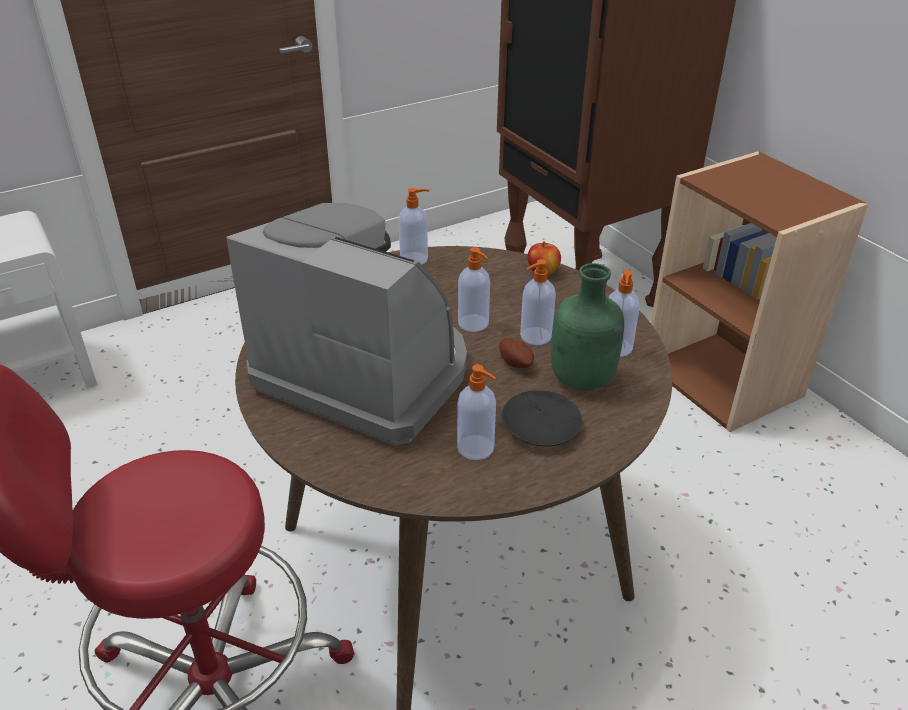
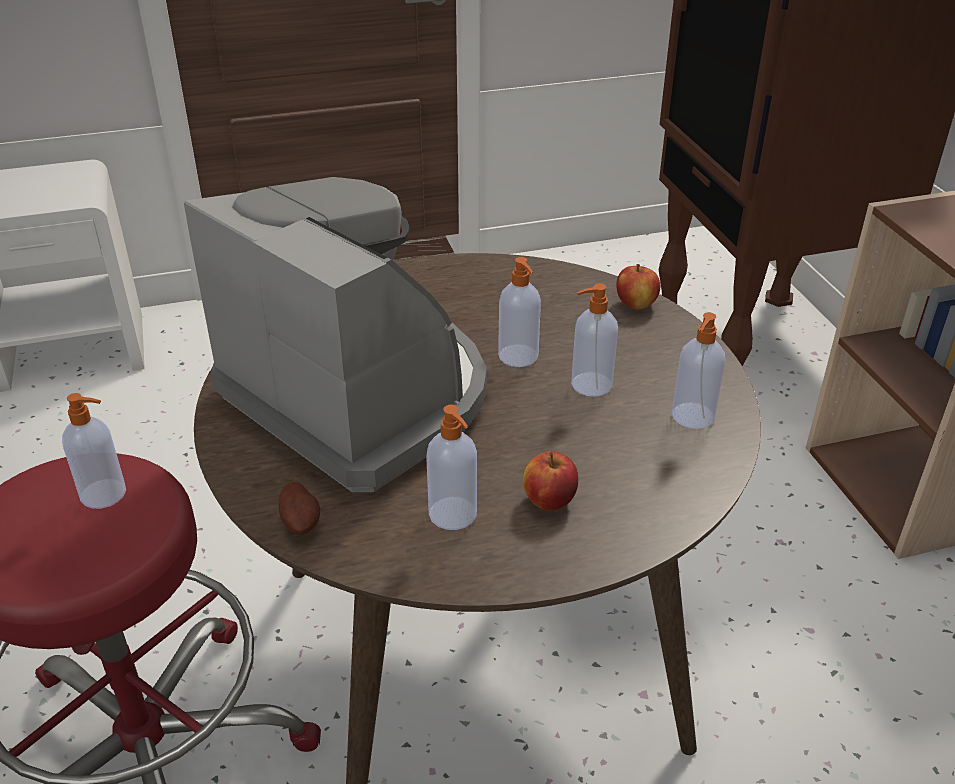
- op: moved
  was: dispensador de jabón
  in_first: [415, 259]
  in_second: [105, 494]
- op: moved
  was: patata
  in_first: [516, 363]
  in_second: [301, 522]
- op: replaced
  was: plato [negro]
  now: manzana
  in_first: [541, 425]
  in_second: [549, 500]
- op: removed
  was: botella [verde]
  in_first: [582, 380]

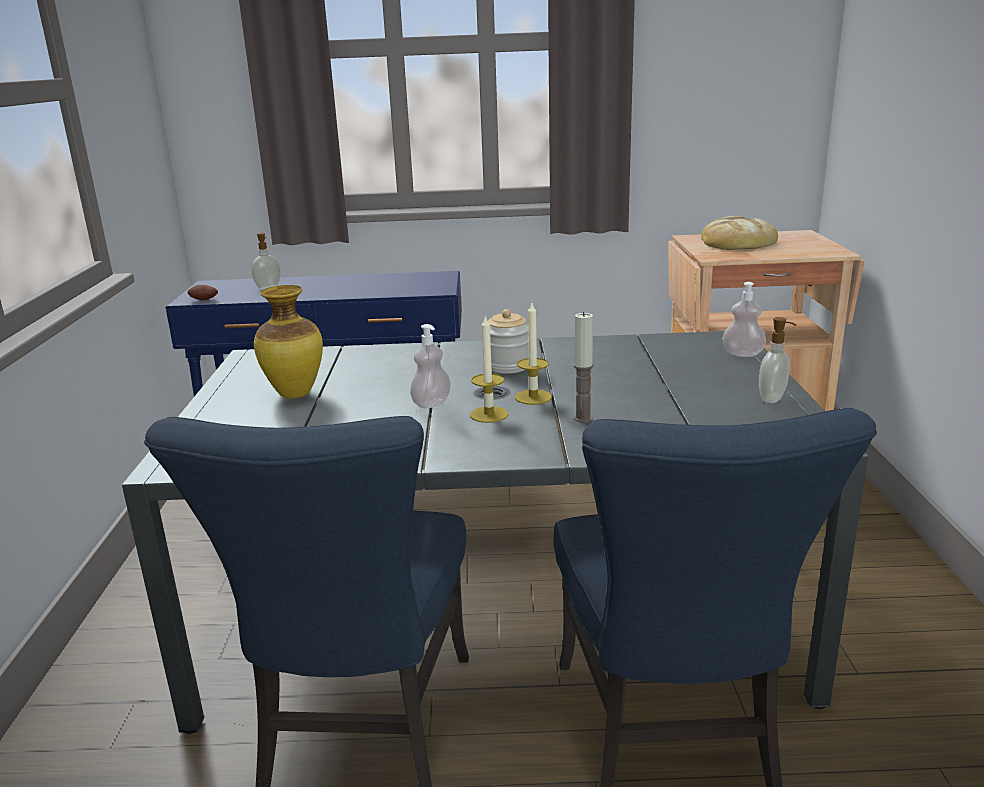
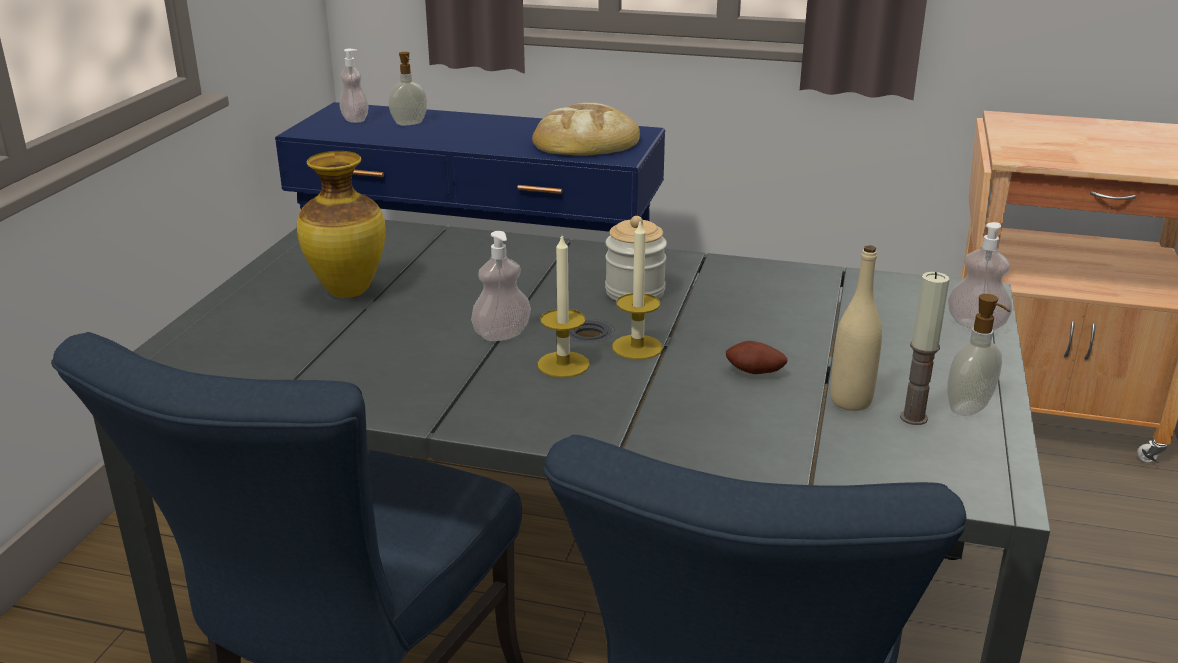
- op: moved
  was: patata
  in_first: [203, 300]
  in_second: [754, 373]
- op: moved
  was: vela
  in_first: [583, 418]
  in_second: [913, 418]
- op: moved
  was: pan
  in_first: [737, 241]
  in_second: [586, 140]
- op: added
  now: dispensador de jabón
  in_second: [355, 120]
- op: added
  now: botella [beis]
  in_second: [850, 401]

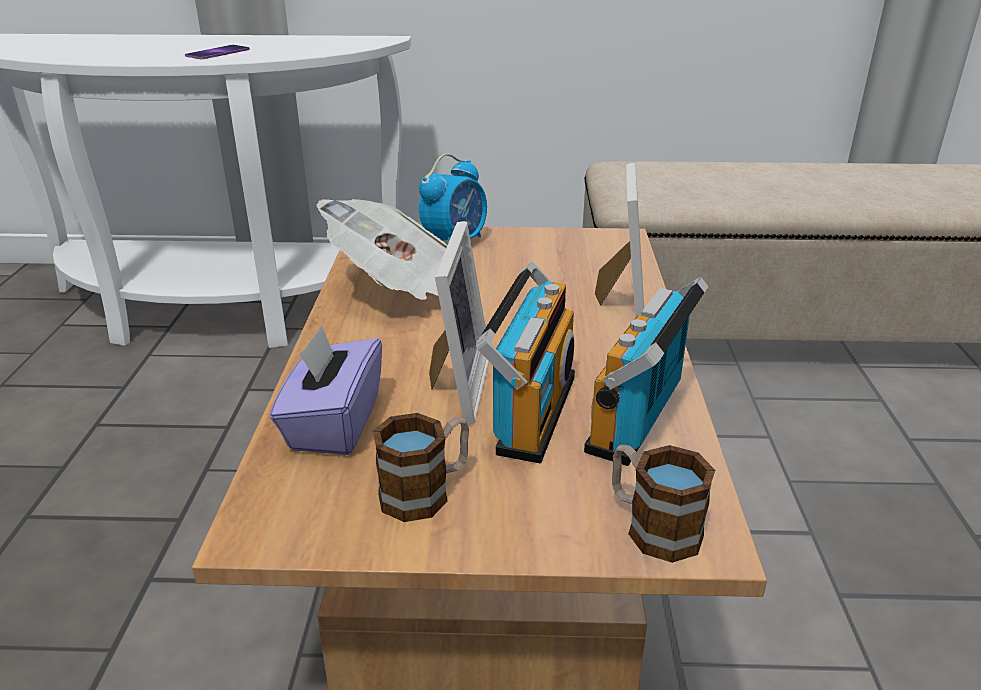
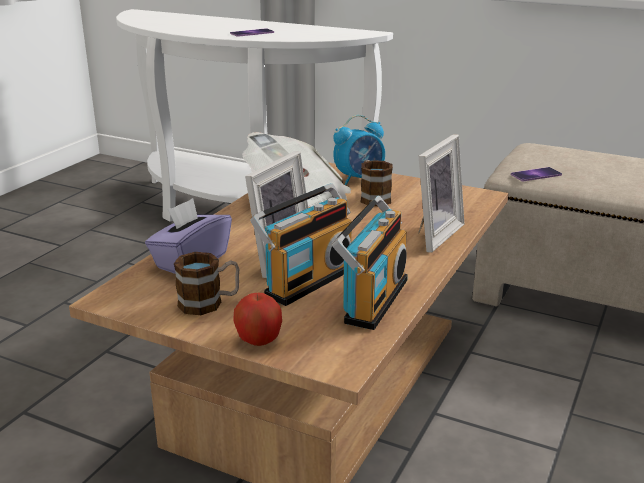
- op: turned
  was: radio
  in_first: [640, 420]
  in_second: [371, 300]
  clockwise: 150
- op: moved
  was: taza grande
  in_first: [652, 526]
  in_second: [373, 197]
- op: added
  now: manzana
  in_second: [259, 340]
- op: added
  now: móvil
  in_second: [536, 174]

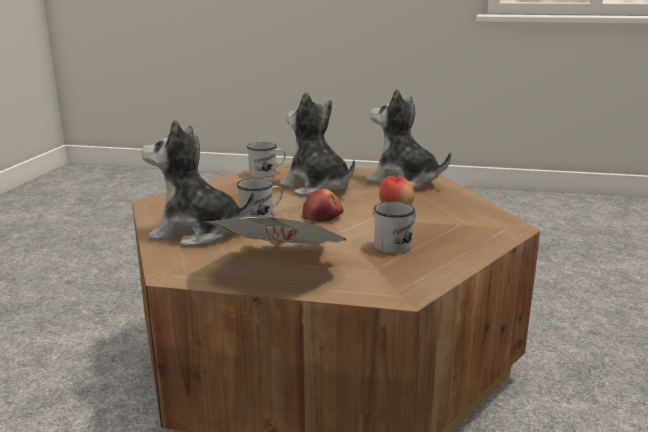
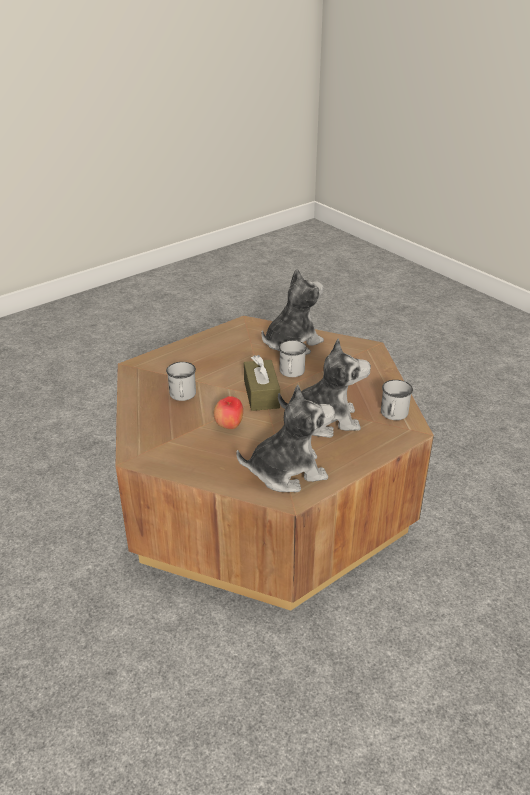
- op: removed
  was: periódico
  in_first: [281, 267]
- op: replaced
  was: manzana
  now: caja de pañuelos [marrón]
  in_first: [323, 216]
  in_second: [261, 394]

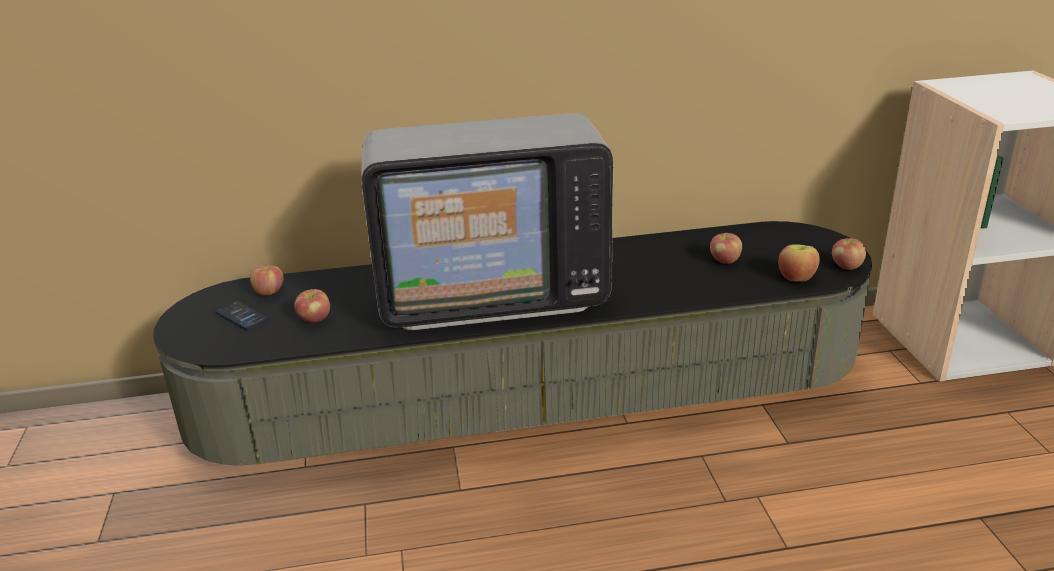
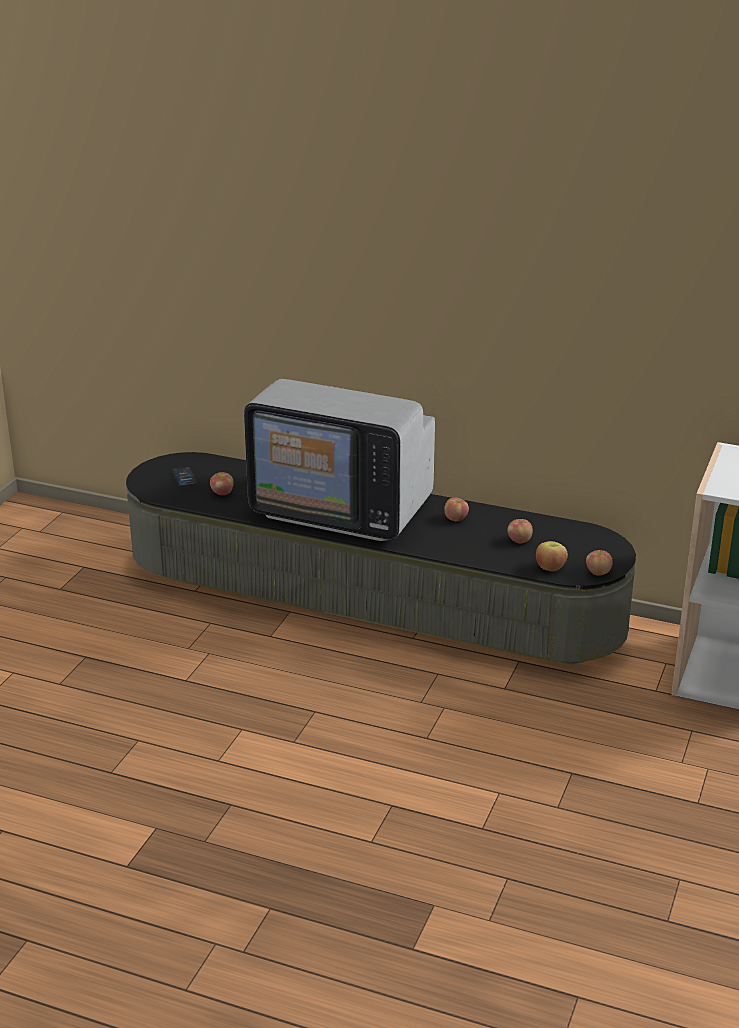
- op: moved
  was: manzana
  in_first: [269, 292]
  in_second: [455, 519]

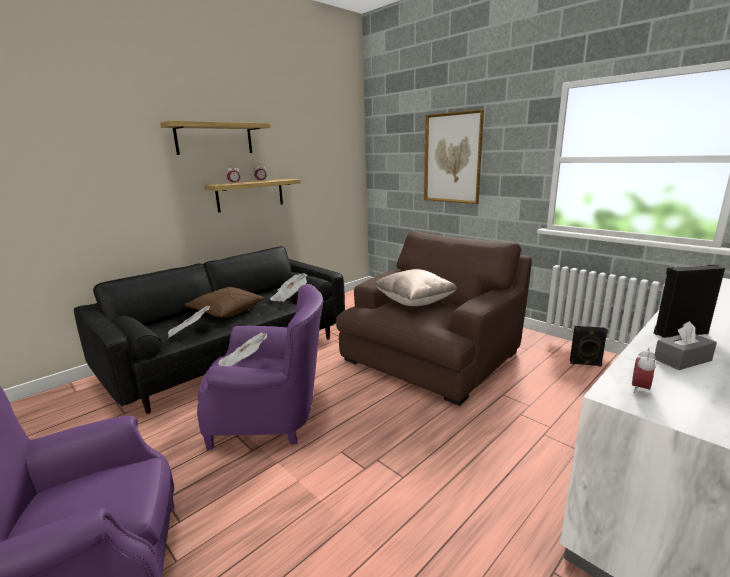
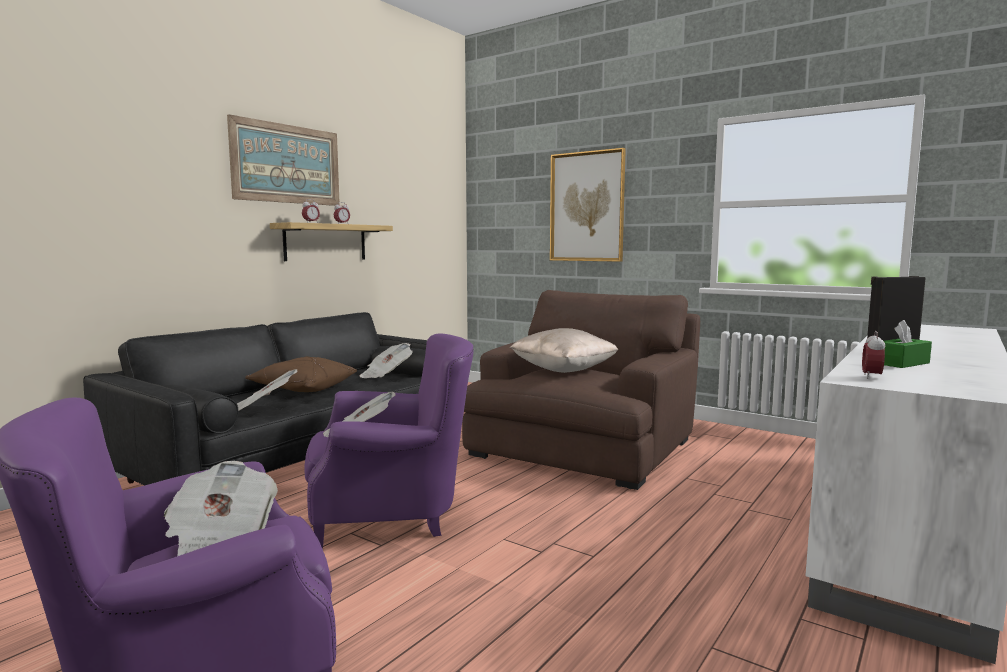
- op: replaced
  was: estante
  now: cuadro
  in_first: [214, 139]
  in_second: [287, 164]
- op: removed
  was: altavoz [negro]
  in_first: [585, 364]
- op: recoloured
  was: caja de pañuelos [gris]
  now: caja de pañuelos [verde]
  in_first: [682, 360]
  in_second: [901, 363]
- op: added
  now: periódico
  in_second: [220, 540]

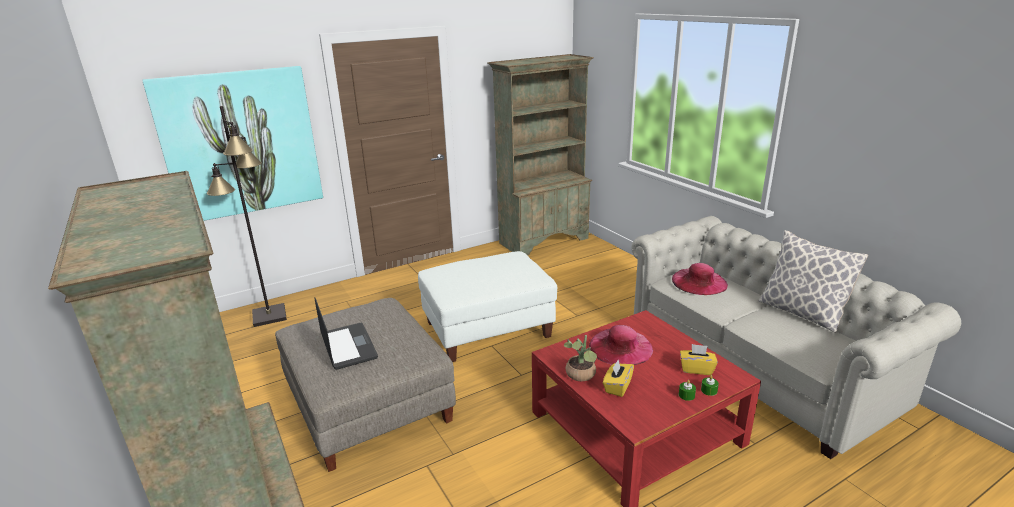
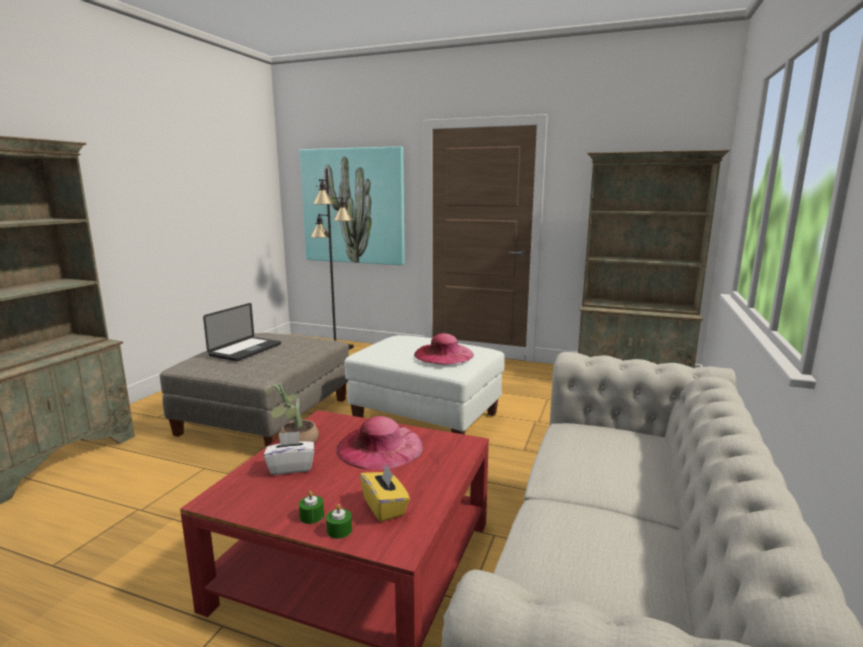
- op: recoloured
  was: caja de pañuelos [amarillo]
  now: caja de pañuelos [blanco]
  in_first: [617, 387]
  in_second: [291, 467]
- op: moved
  was: sombrero [rosa]
  in_first: [699, 282]
  in_second: [443, 354]
- op: removed
  was: cojín
  in_first: [801, 313]

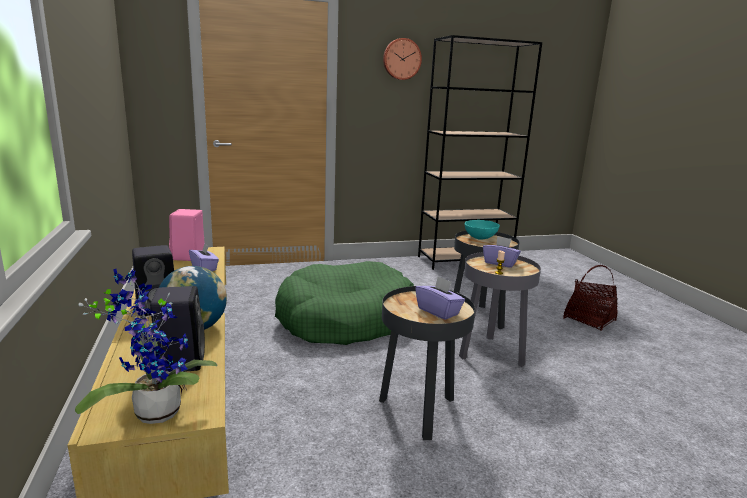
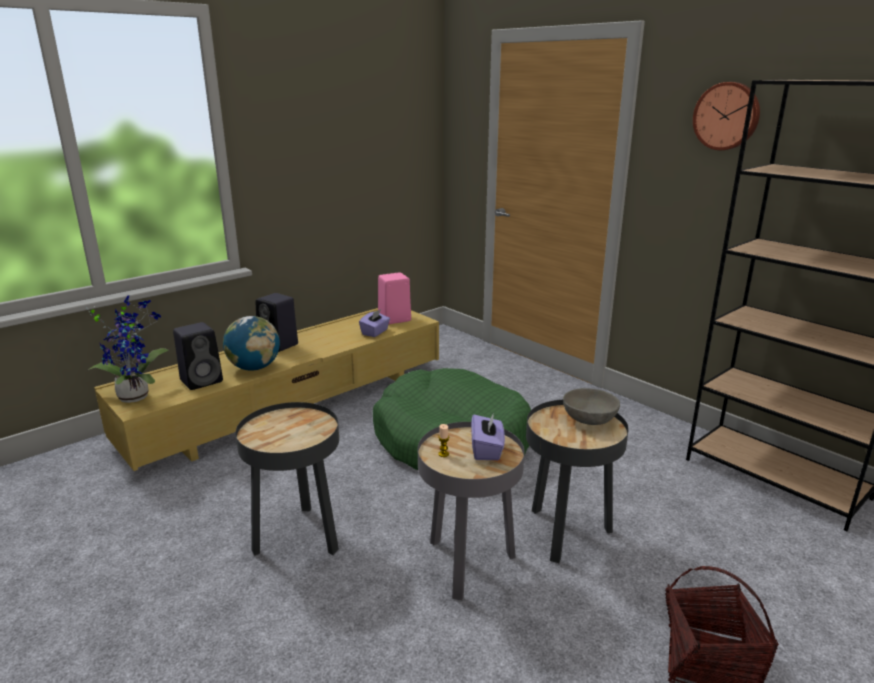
- op: removed
  was: caja de pañuelos [morado]
  in_first: [438, 311]
- op: recoloured
  was: cuenco [turquesa]
  now: cuenco [gris]
  in_first: [480, 238]
  in_second: [589, 420]

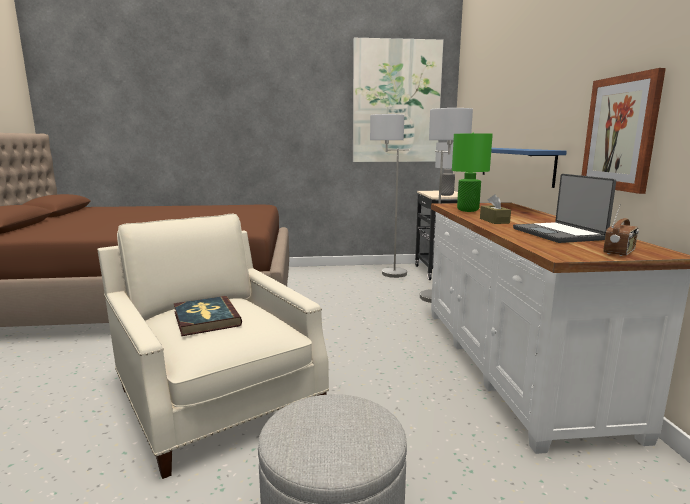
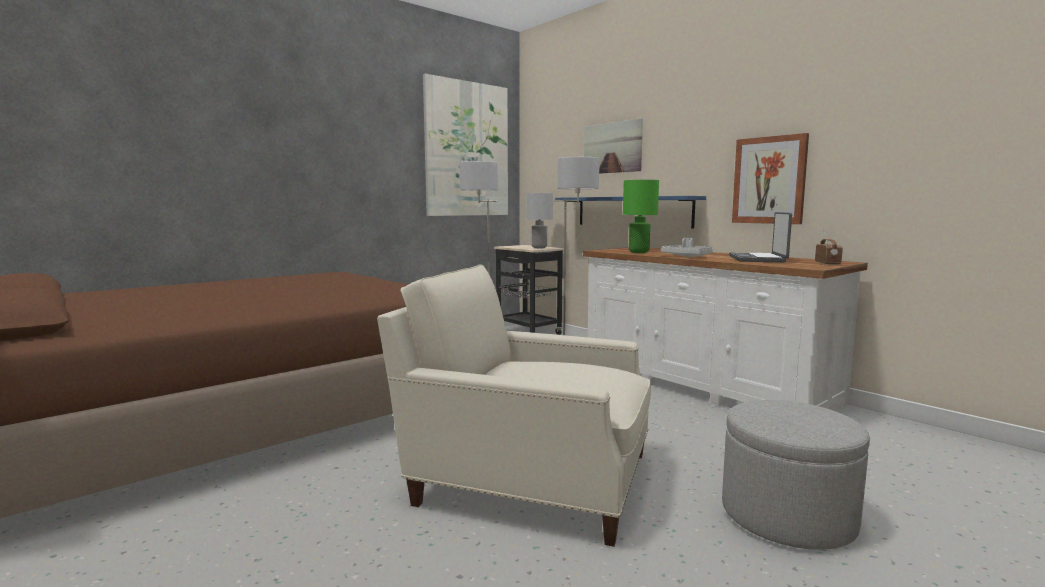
- op: removed
  was: libro
  in_first: [206, 319]
- op: replaced
  was: caja de pañuelos [marrón]
  now: bandeja [gris]
  in_first: [494, 221]
  in_second: [687, 256]
- op: turned
  was: portátil
  in_first: [559, 234]
  in_second: [758, 259]
  clockwise: 60
- op: added
  now: cuadro
  in_second: [612, 148]

